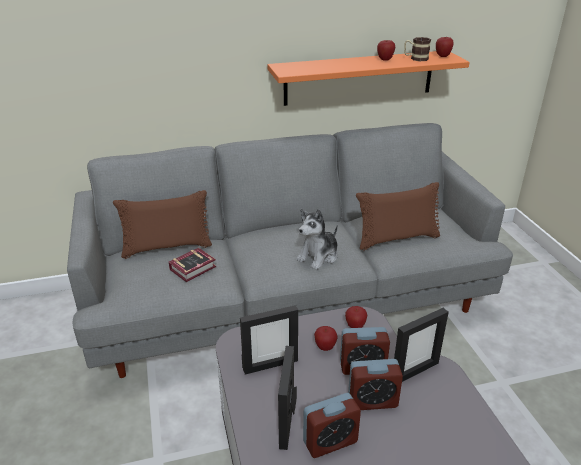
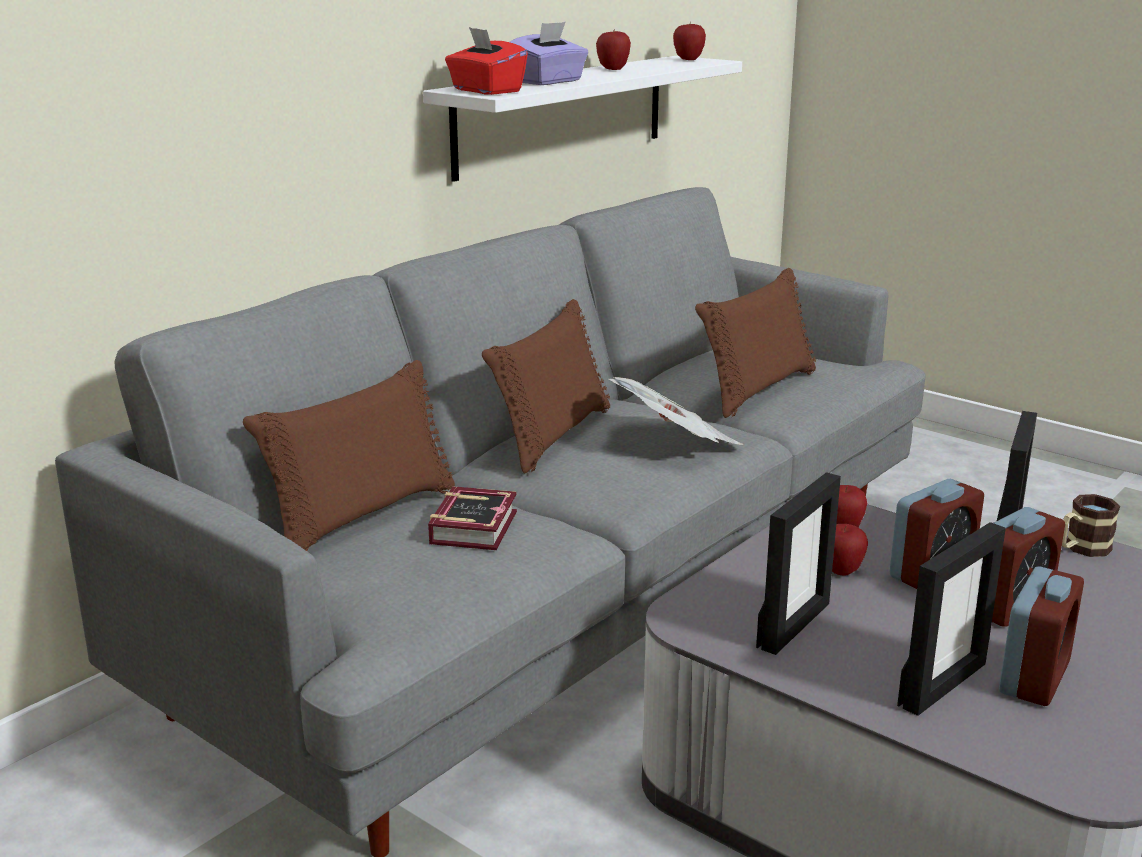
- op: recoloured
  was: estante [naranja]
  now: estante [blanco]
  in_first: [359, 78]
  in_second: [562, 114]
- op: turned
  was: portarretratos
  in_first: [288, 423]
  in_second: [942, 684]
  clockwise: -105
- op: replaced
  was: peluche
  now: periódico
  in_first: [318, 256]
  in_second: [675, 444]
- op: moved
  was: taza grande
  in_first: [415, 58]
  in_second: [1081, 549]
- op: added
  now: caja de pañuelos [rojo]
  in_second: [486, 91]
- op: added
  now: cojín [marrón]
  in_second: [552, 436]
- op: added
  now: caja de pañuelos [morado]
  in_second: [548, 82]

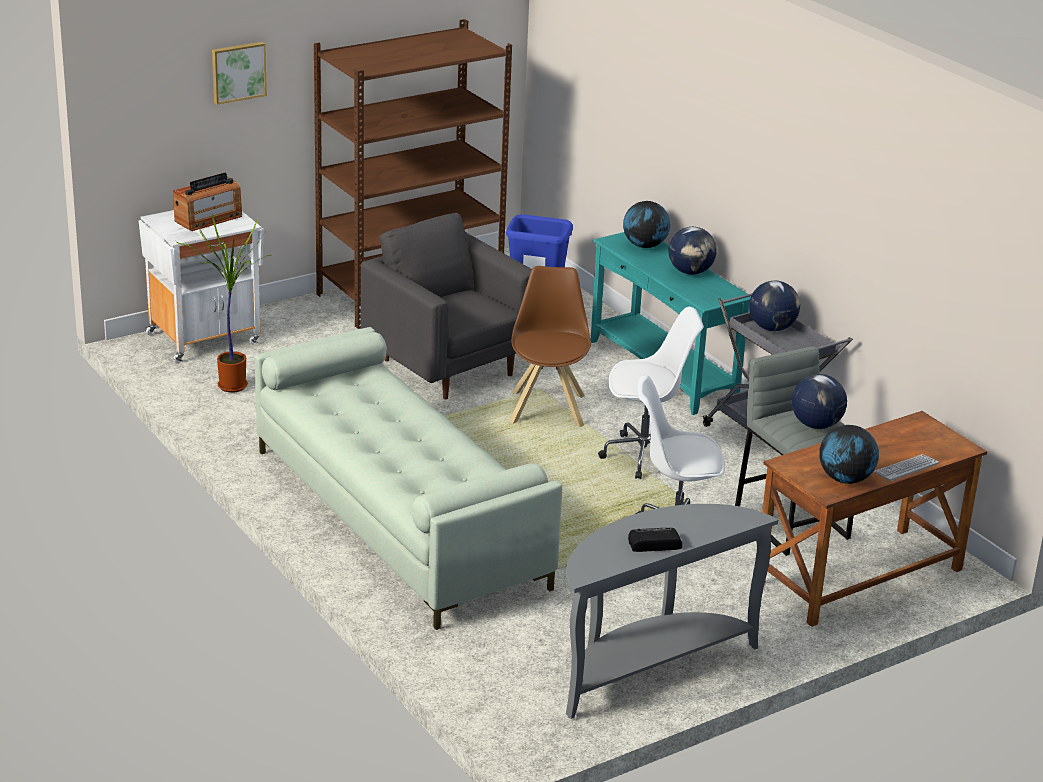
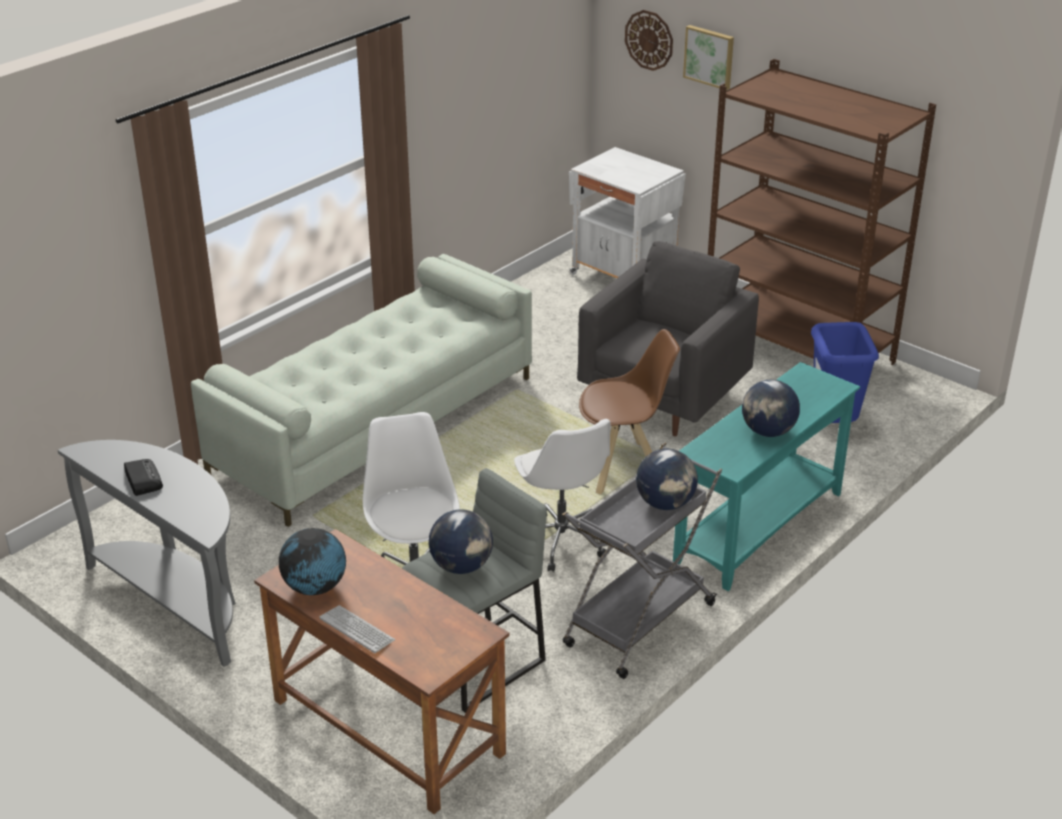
- op: removed
  was: radio
  in_first: [208, 219]
- op: removed
  was: planta en maceta
  in_first: [230, 386]
- op: removed
  was: globo terráqueo
  in_first: [645, 246]
- op: added
  now: reloj de pared
  in_second: [649, 40]

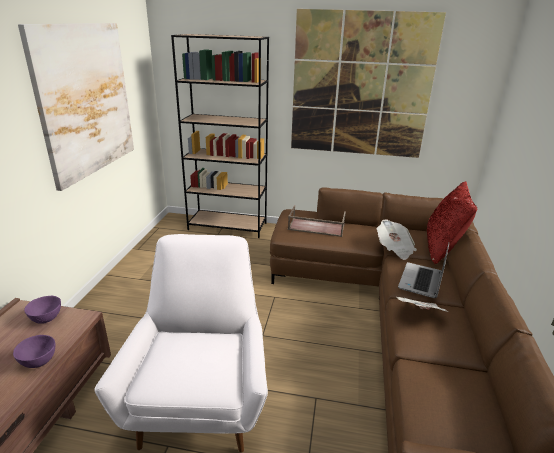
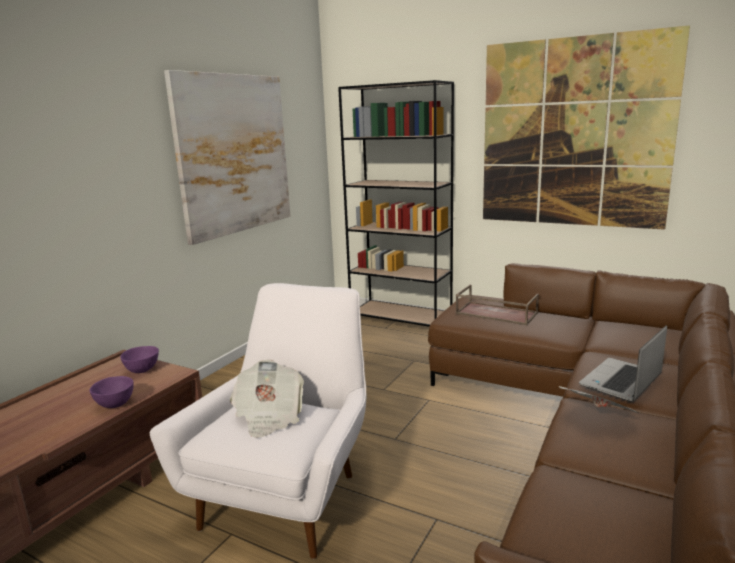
- op: moved
  was: periódico
  in_first: [394, 249]
  in_second: [269, 416]
- op: removed
  was: cojín [rojo]
  in_first: [441, 251]

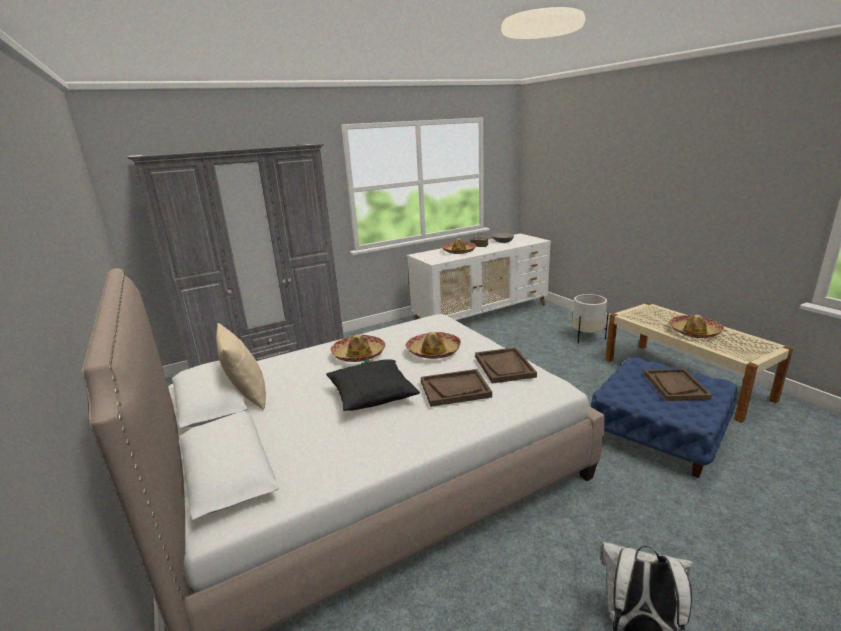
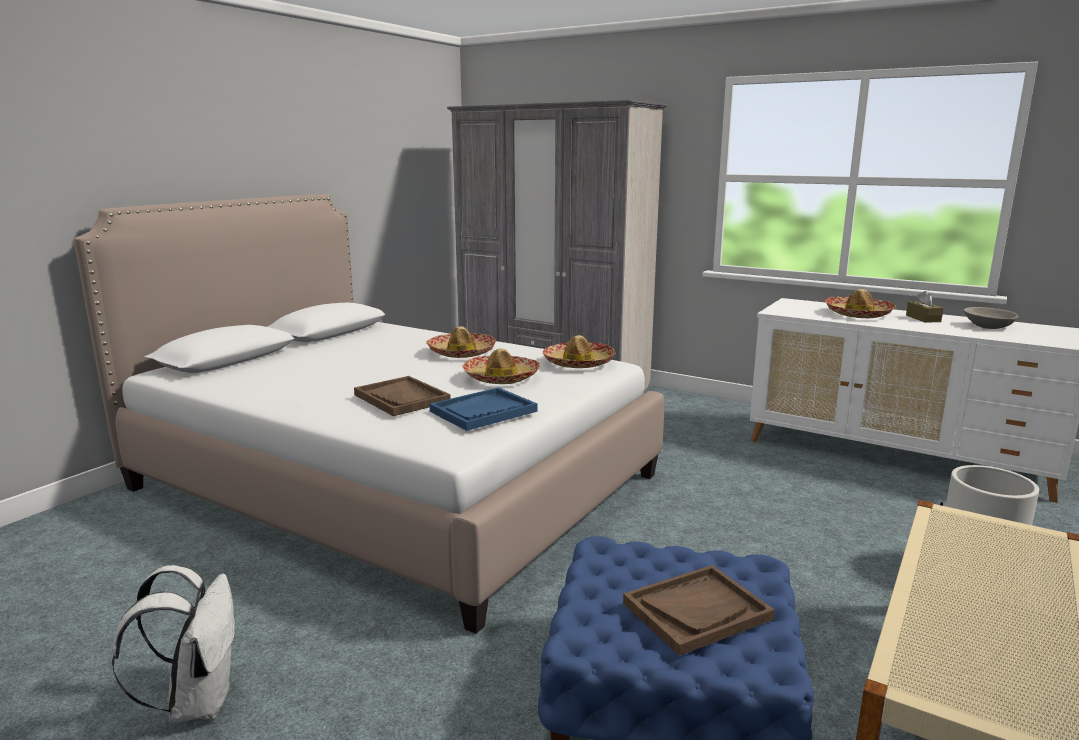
- op: removed
  was: cojín [beis]
  in_first: [247, 396]
- op: removed
  was: cojín [negro]
  in_first: [372, 396]
- op: recoloured
  was: bandeja [marrón]
  now: bandeja [azul]
  in_first: [504, 366]
  in_second: [483, 411]
- op: moved
  was: sombrero
  in_first: [694, 332]
  in_second: [578, 363]

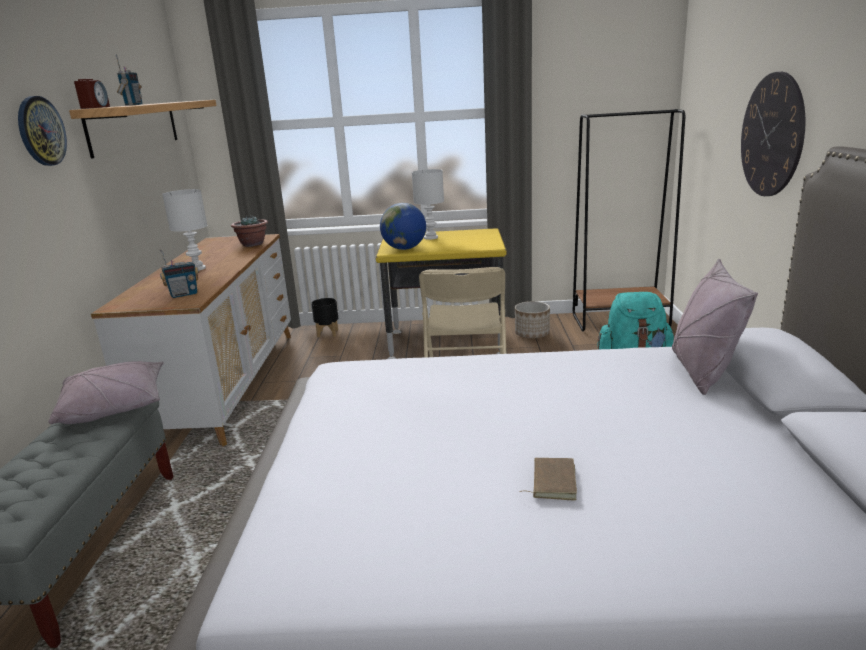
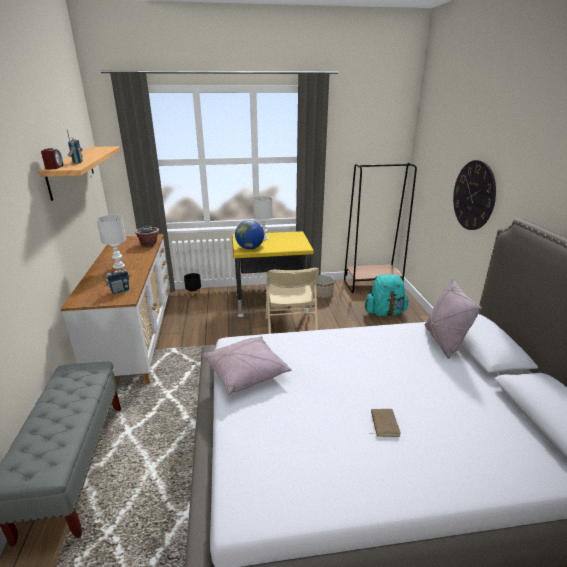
- op: removed
  was: reloj de pared
  in_first: [41, 131]
- op: moved
  was: cojín [morado]
  in_first: [115, 406]
  in_second: [246, 372]

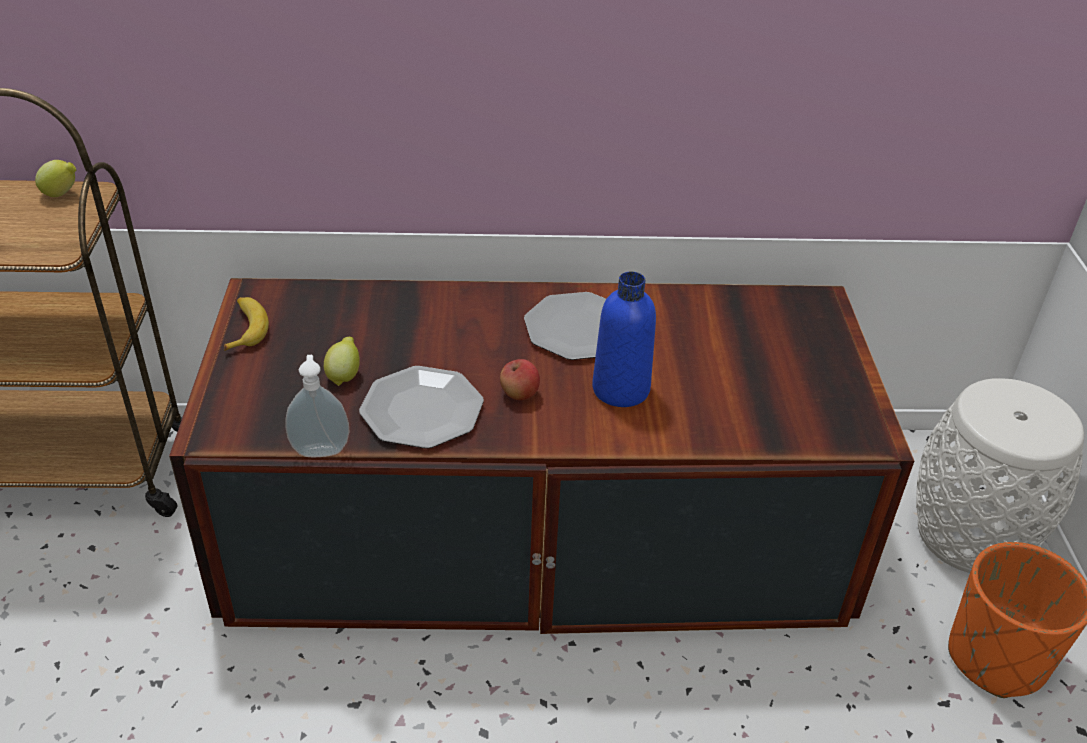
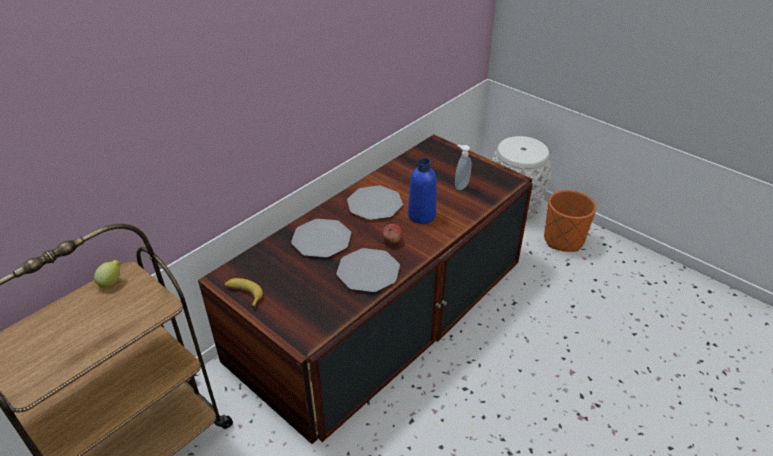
- op: moved
  was: dispensador de jabón
  in_first: [320, 449]
  in_second: [460, 185]
- op: removed
  was: limón
  in_first: [344, 375]
- op: added
  now: plato
  in_second: [321, 239]

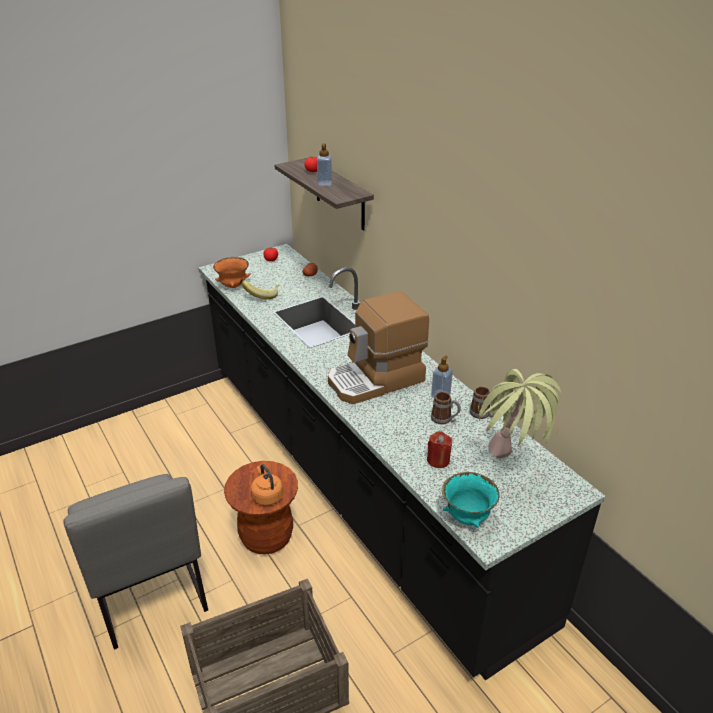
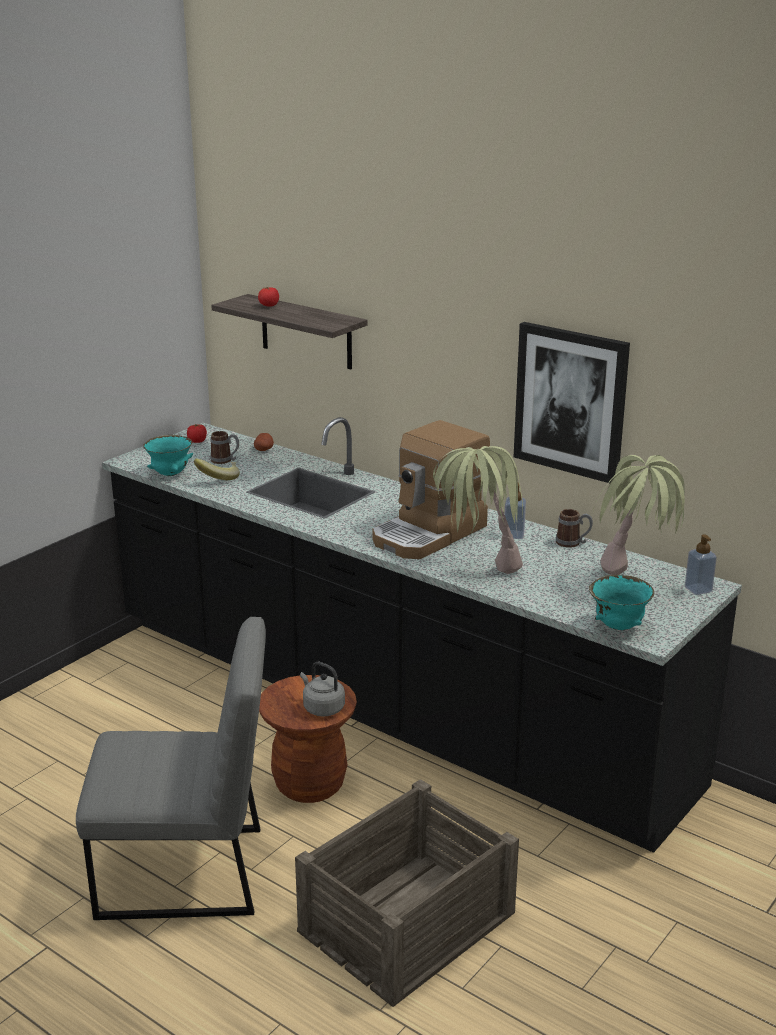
- op: turned
  was: silla [gris]
  in_first: [148, 590]
  in_second: [187, 873]
  clockwise: -45
- op: recoloured
  was: cuenco [naranja]
  now: cuenco [turquesa]
  in_first: [233, 286]
  in_second: [170, 474]
- op: recoloured
  was: hervidor [naranja]
  now: hervidor [gris]
  in_first: [267, 495]
  in_second: [322, 708]
- op: moved
  was: dispensador de jabón
  in_first: [324, 183]
  in_second: [698, 589]
- op: removed
  was: vela [rojo]
  in_first: [438, 460]
- op: moved
  was: taza grande
  in_first: [444, 419]
  in_second: [225, 460]
- op: added
  now: planta en maceta
  in_second: [476, 570]
- op: added
  now: cuadro
  in_second: [571, 401]

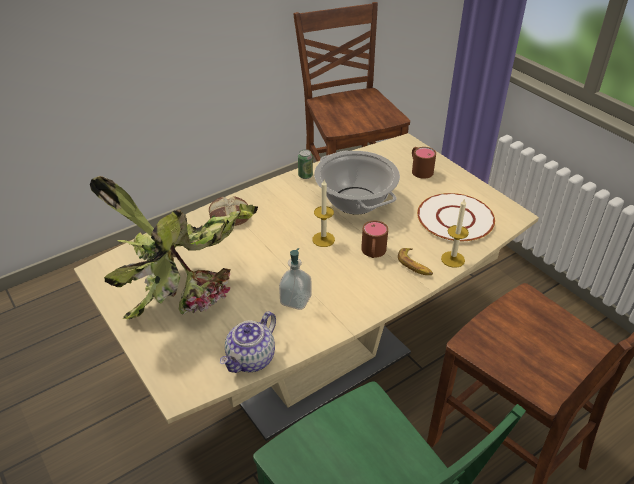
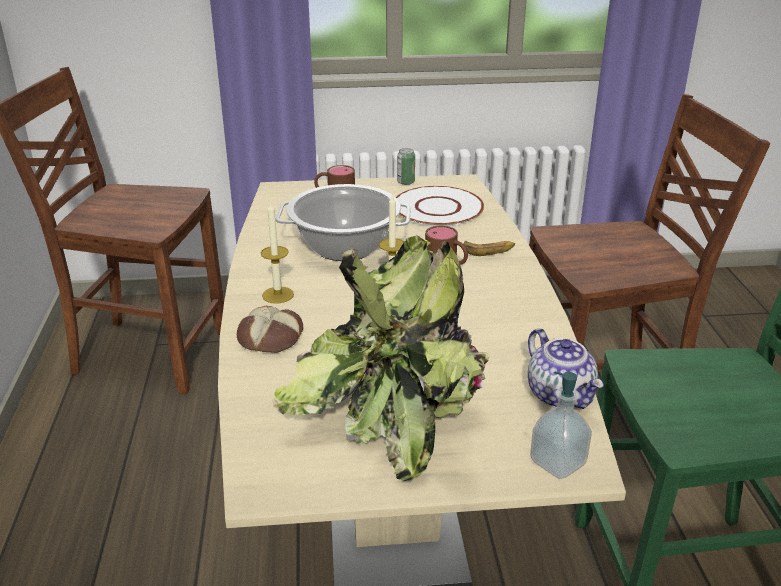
- op: moved
  was: dispensador de jabón
  in_first: [295, 300]
  in_second: [557, 462]
- op: moved
  was: lata
  in_first: [305, 175]
  in_second: [406, 182]
- op: moved
  was: vela
  in_first: [453, 259]
  in_second: [278, 295]

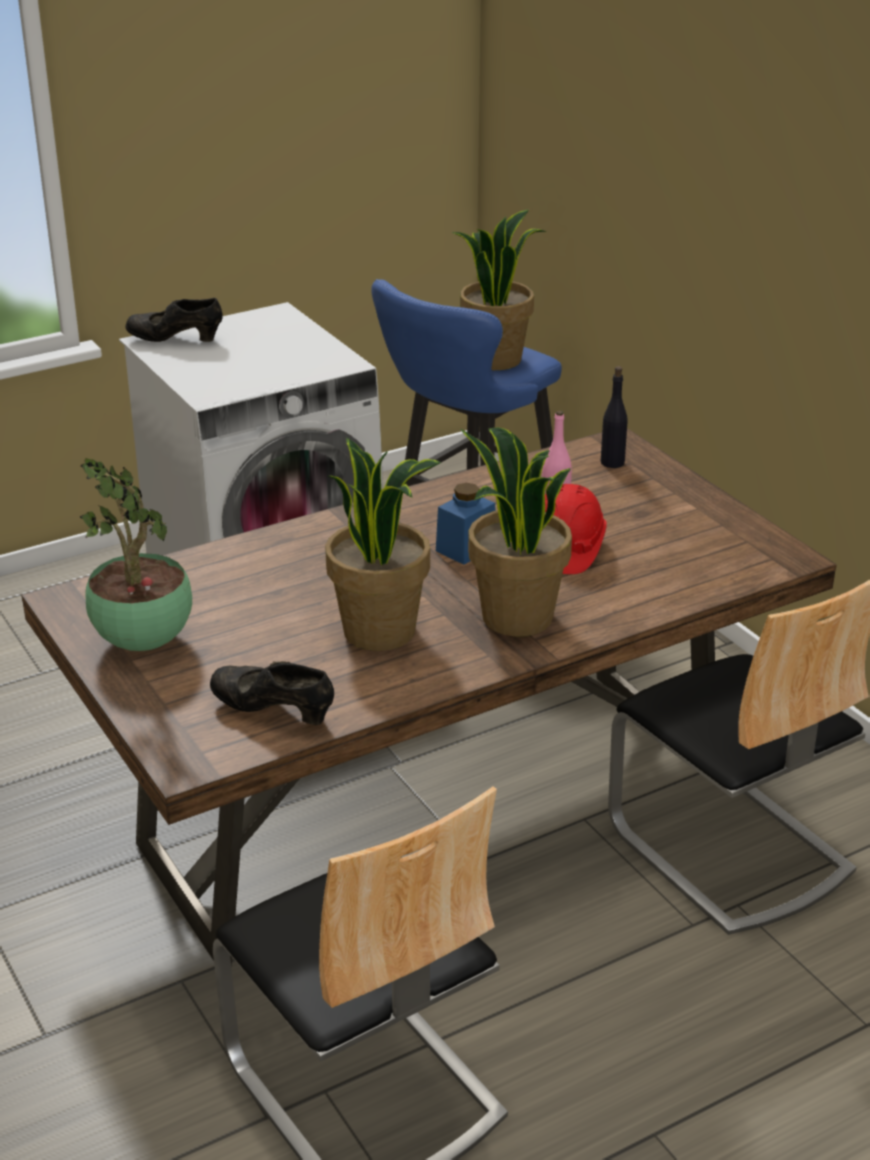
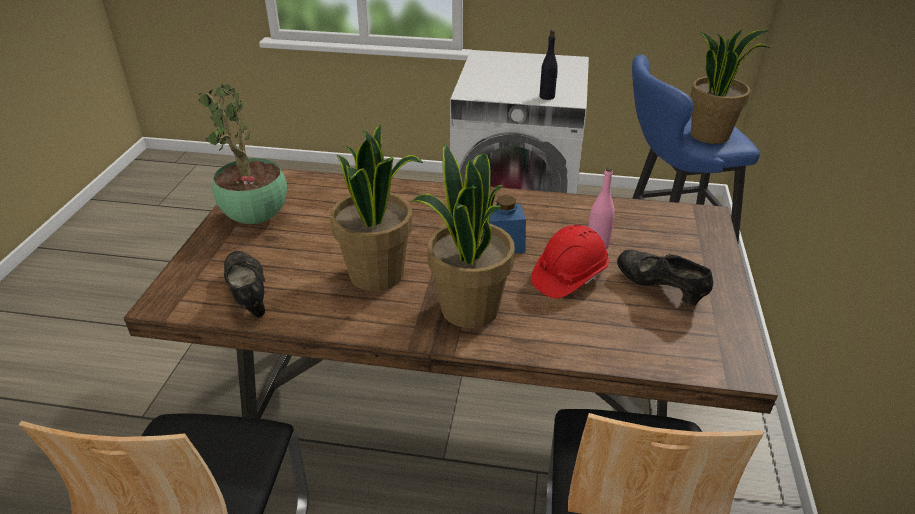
- op: moved
  was: zapato [negro]
  in_first: [175, 340]
  in_second: [659, 289]
- op: moved
  was: botella [negro]
  in_first: [612, 462]
  in_second: [547, 96]

